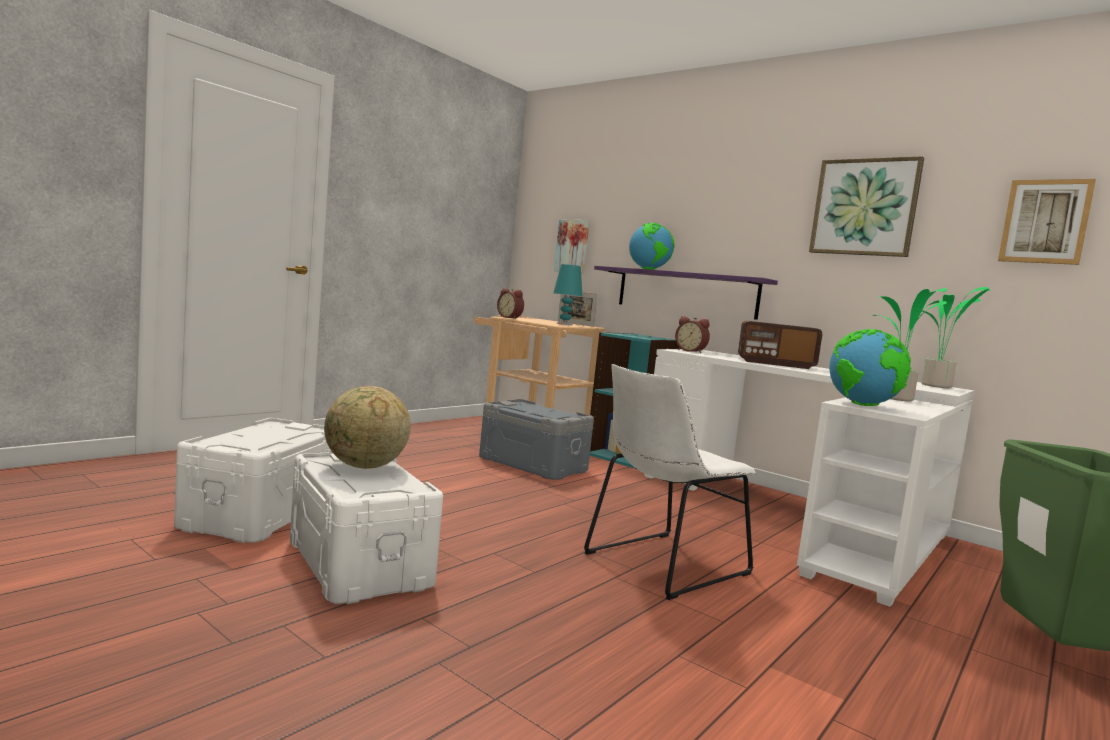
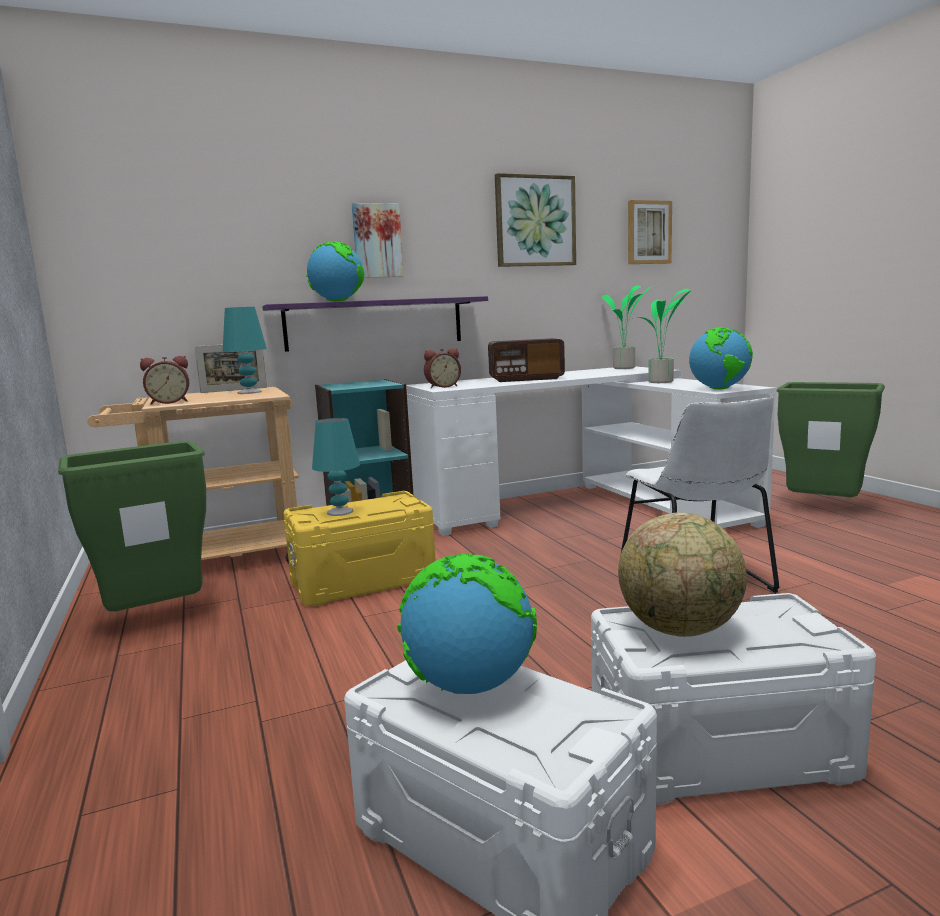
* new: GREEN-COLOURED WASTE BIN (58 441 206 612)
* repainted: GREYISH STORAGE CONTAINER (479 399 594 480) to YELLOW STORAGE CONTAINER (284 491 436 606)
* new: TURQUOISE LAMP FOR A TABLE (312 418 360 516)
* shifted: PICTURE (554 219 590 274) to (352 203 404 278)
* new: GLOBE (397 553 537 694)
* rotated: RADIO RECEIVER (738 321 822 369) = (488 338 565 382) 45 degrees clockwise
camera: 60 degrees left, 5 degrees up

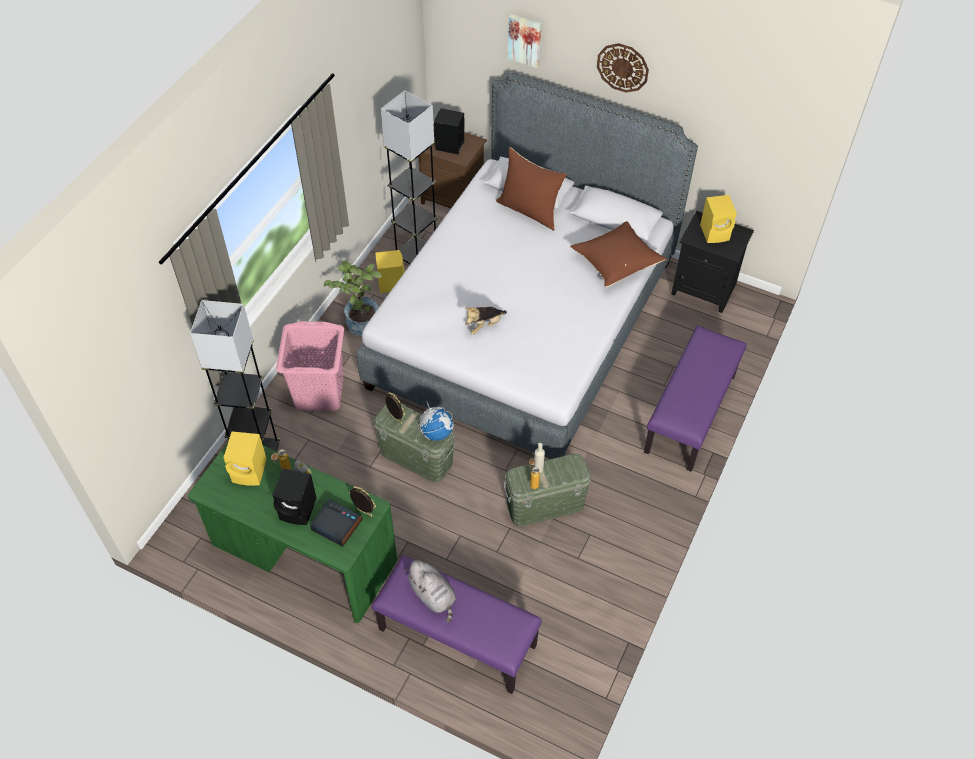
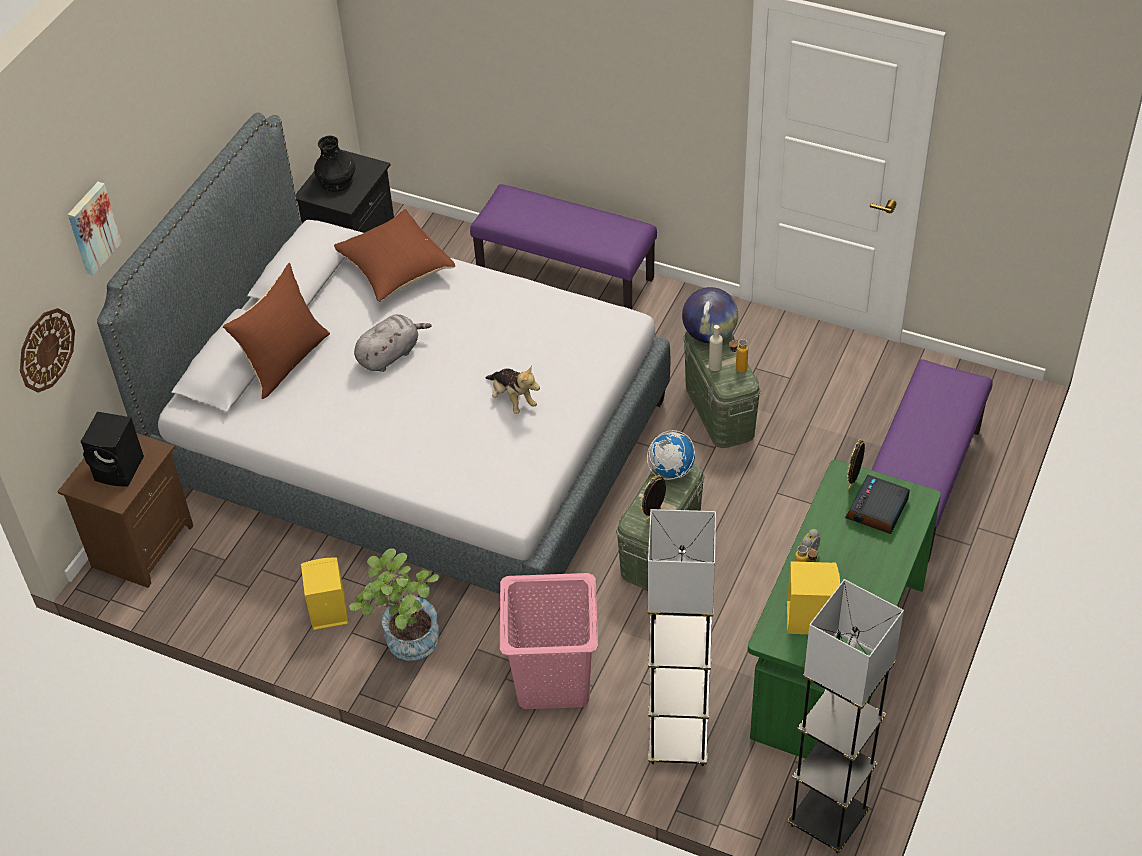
* shifted: CLOCK ON THE WALL (597 43 649 93) to (20 308 75 393)
* swapped: YELLOW SPEAKER (700 195 737 243) to BLACK-COLOURED VASE (314 136 355 192)
* shifted: GREYISH SOFT TOY (405 560 456 623) to (354 314 431 372)
* new: GLOBE (682 287 738 343)
* shifted: GREYISH STANDARD LAMP (381 90 438 264) to (787 579 904 853)
* gone: BLACK-COLOURED SPEAKER (272 468 316 525)
camera: 90 degrees left, 5 degrees down

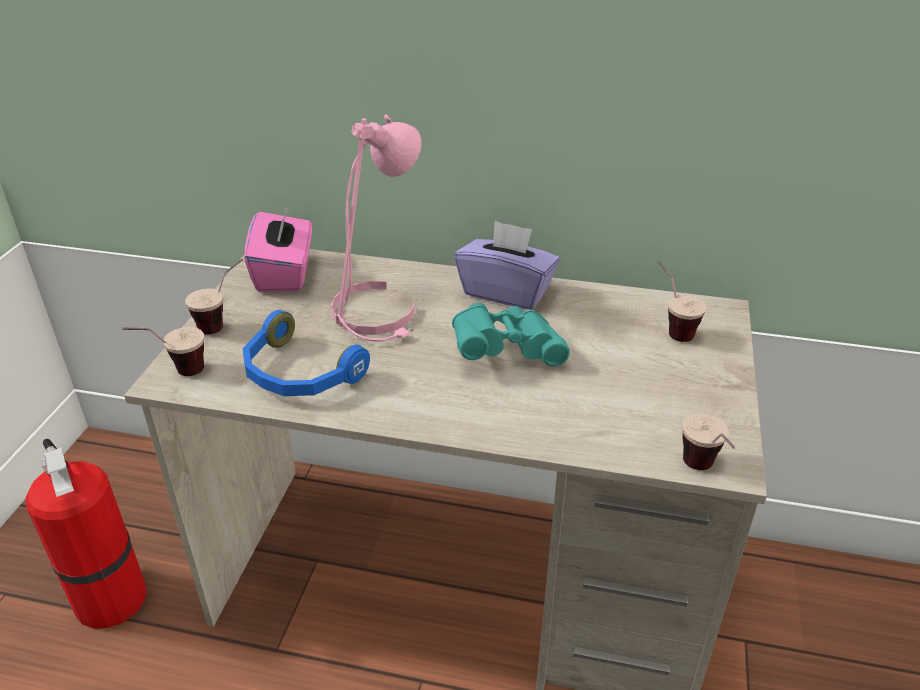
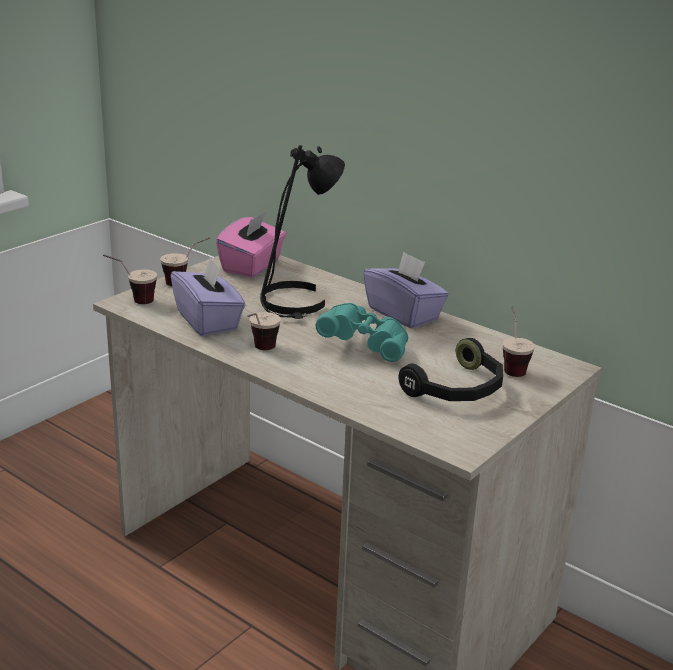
* swapped: BLUE-COLOURED HEADSET (243 310 370 396) to PURPLE TISSUE BOX (171 257 245 336)
* shifted: DRINKING CUP (682 413 735 470) to (247 312 281 350)
* repainted: PINKISH LAMP FOR A TABLE (331 114 421 342) to BLACK-COLOURED LAMP FOR A TABLE (260 145 345 319)
* new: BLACK-COLOURED HEADSET (398 338 503 401)
* gone: FIRE-FIGHTING CYLINDER (26 439 147 629)
camera: 25 degrees right, 10 degrees down

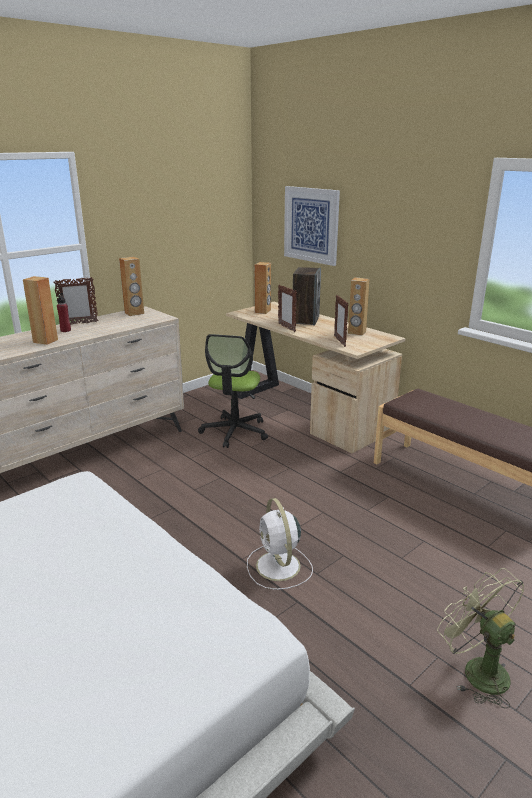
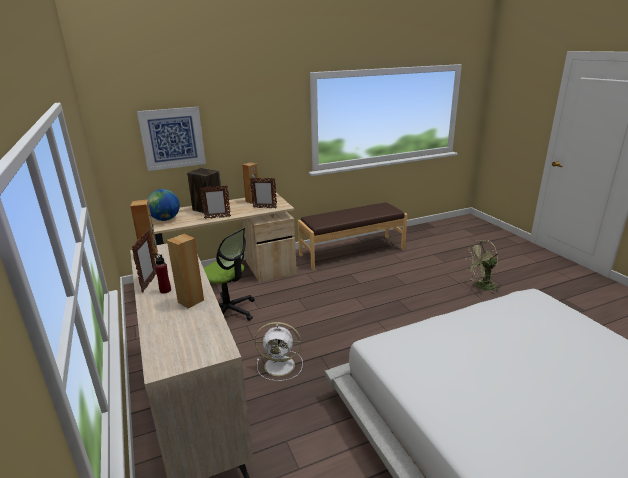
* swapped: BROWN SPEAKER (254 262 271 314) to GLOBE (148 189 180 221)
* shifted: WHITISH COOLING FAN (247 498 313 590) to (255 322 303 381)
camera: 70 degrees left, 0 degrees up

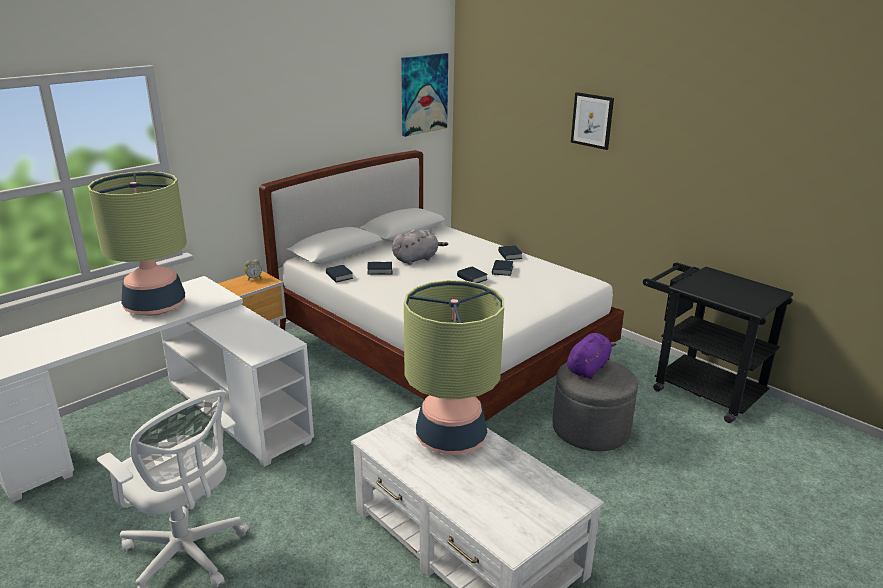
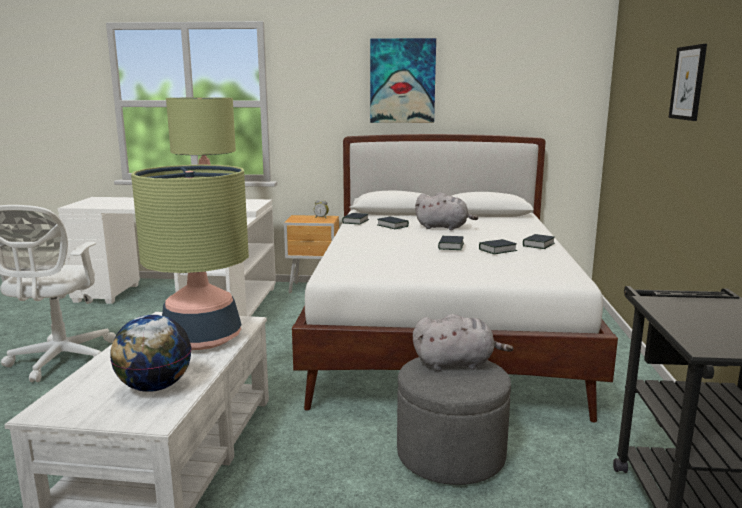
* new: GLOBE (110 314 191 392)
* shifted: PICTURE (401 53 448 137) to (370 38 436 123)
* repainted: PURPLE SOFT TOY (567 333 616 379) to GREYISH SOFT TOY (413 314 513 371)
camera: 50 degrees right, 10 degrees down

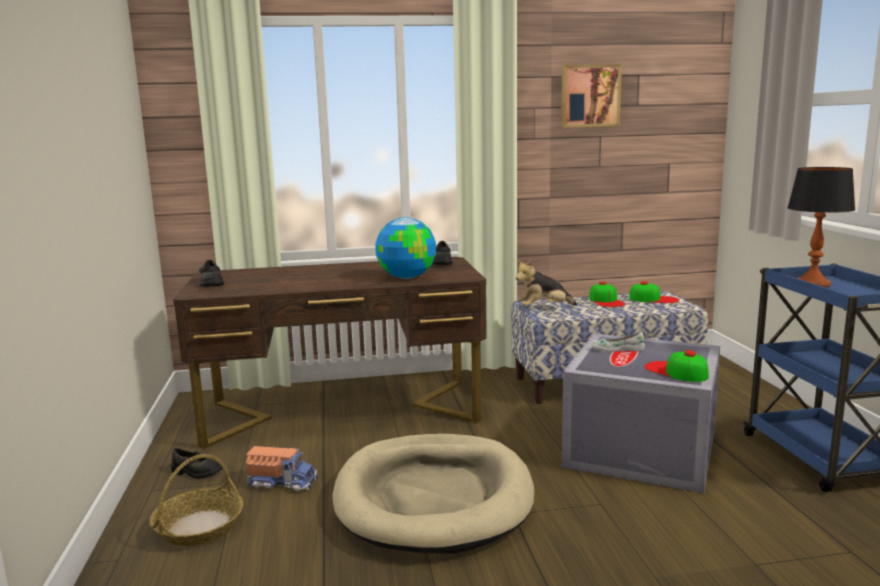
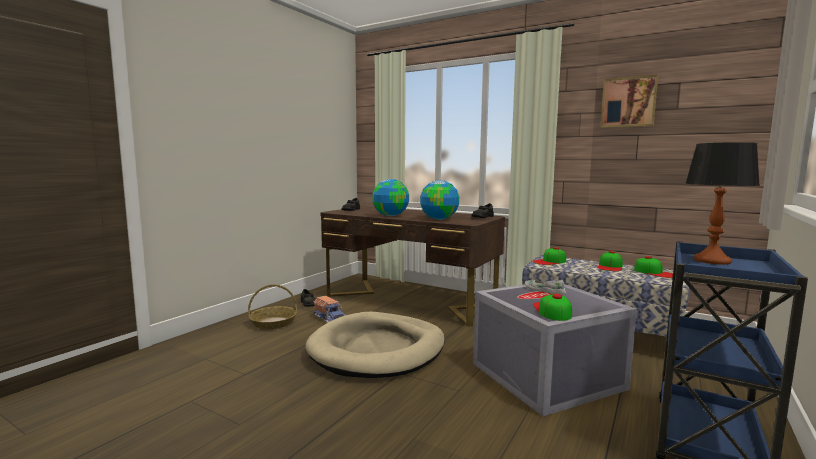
* new: GLOBE (372 179 409 216)
* swapped: SOFT TOY (516 260 578 306) to BASEBALL CAP (533 247 566 265)
camera: 40 degrees right, 5 degrees down

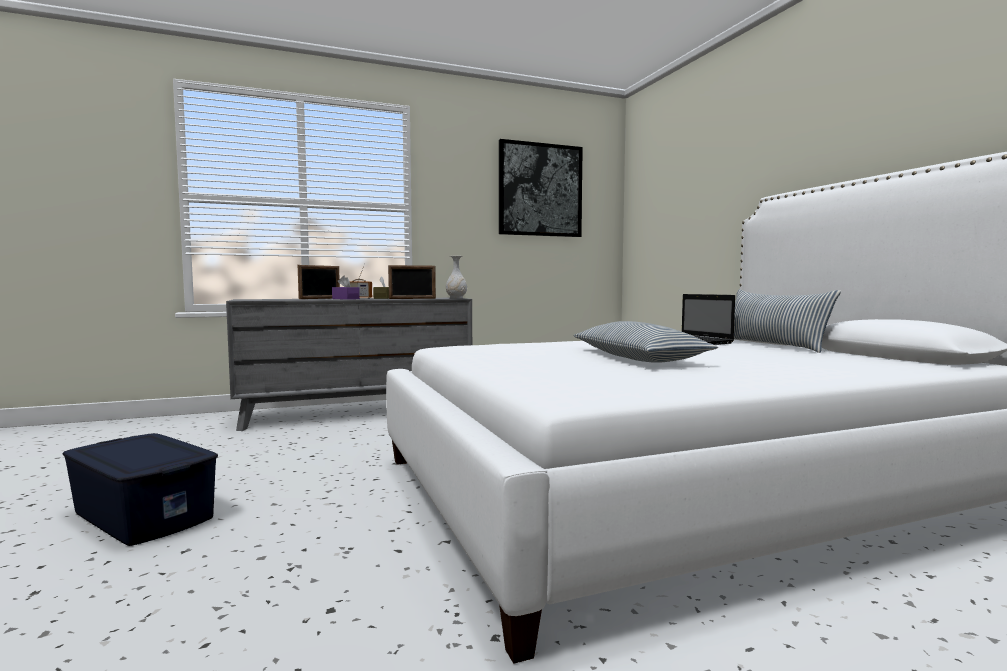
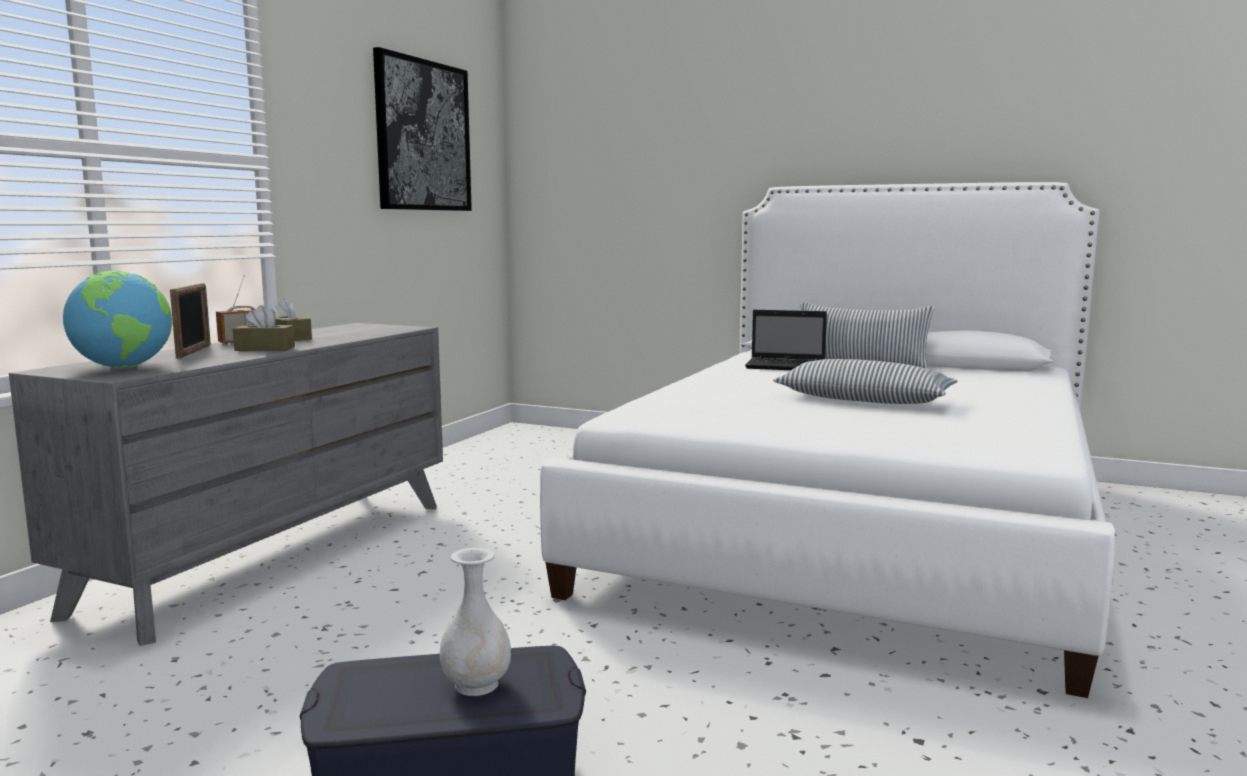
* new: GLOBE (63 271 172 368)
* repainted: PURPLE TISSUE BOX (332 276 360 300) to BROWN TISSUE BOX (233 305 295 351)
* shifted: WHITISH VASE (446 256 467 298) to (440 548 511 696)
* gone: PICTURE FRAME (388 265 436 299)
camera: 45 degrees left, 5 degrees up

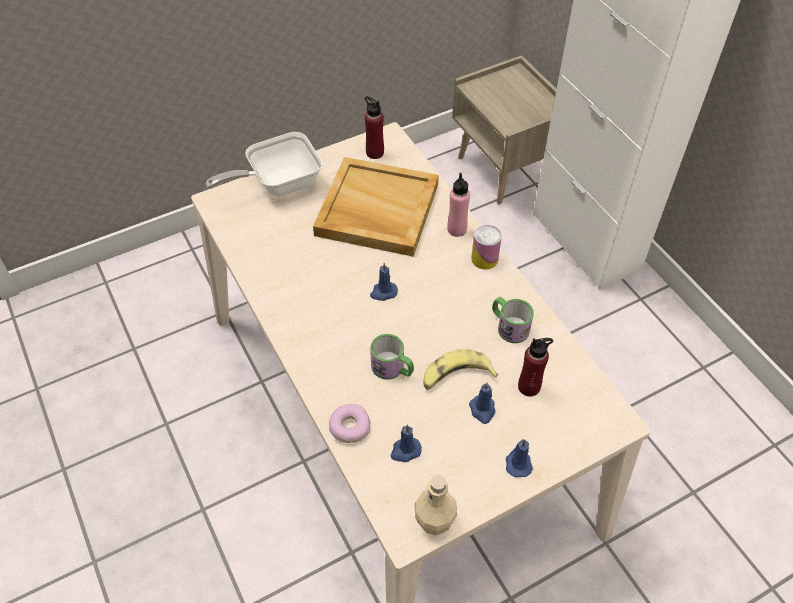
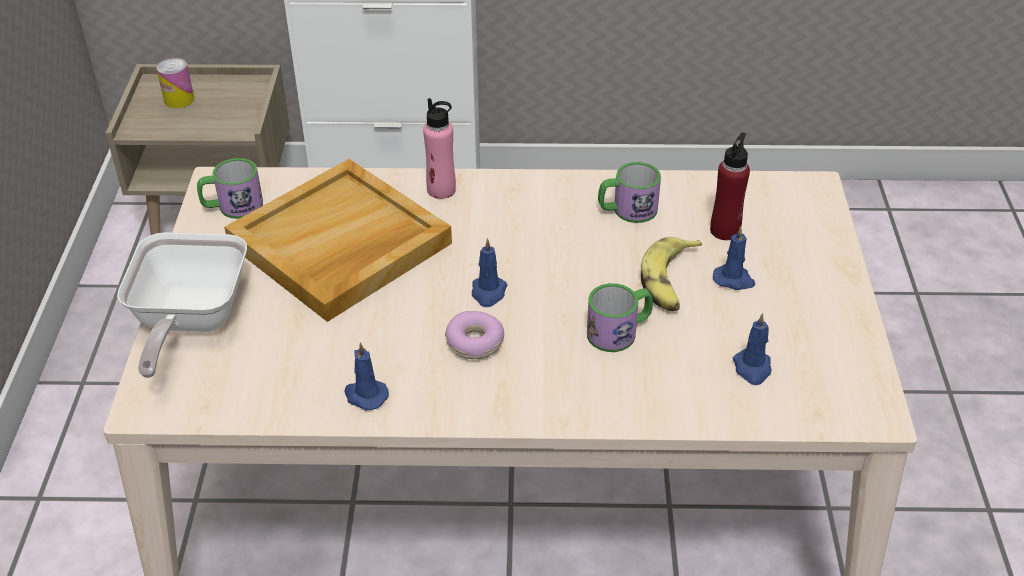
* shifted: CAN (471 225 502 270) to (156 58 194 108)
* swapped: REDDISH BEVERAGE BOTTLE (365 96 384 159) to COFFEE MUG (197 158 263 219)
* shifted: BLUE-COLOURED WAX CANDLE (506 439 533 477) to (345 342 389 410)
* shifted: DONUT (329 404 371 443) to (445 311 504 359)
* gone: BEIGE BEVERAGE BOTTLE (415 475 457 535)
camera: 60 degrees left, 10 degrees down

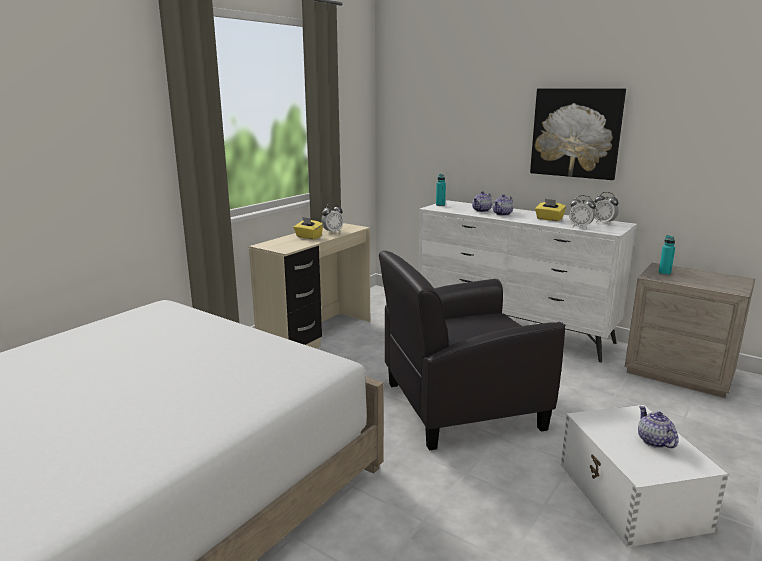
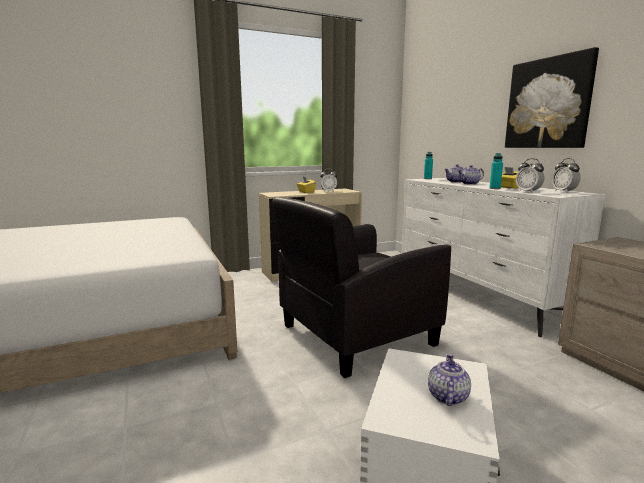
* rotated: BLACK-COLOURED EASY CHAIR (379 251 566 450) = (272 197 452 378) 45 degrees counterclockwise
* shifted: TURQUOISE BEVERAGE BOTTLE (658 235 675 275) to (489 153 503 189)
camera: 30 degrees right, 5 degrees down

